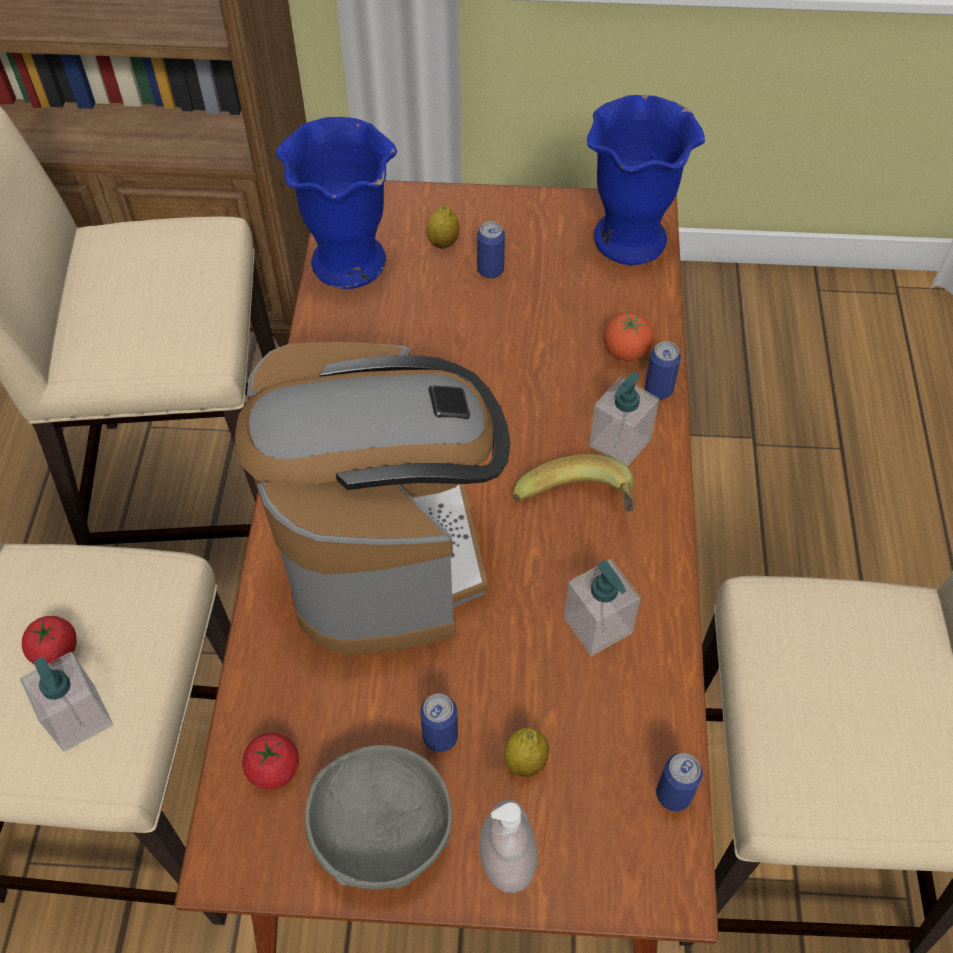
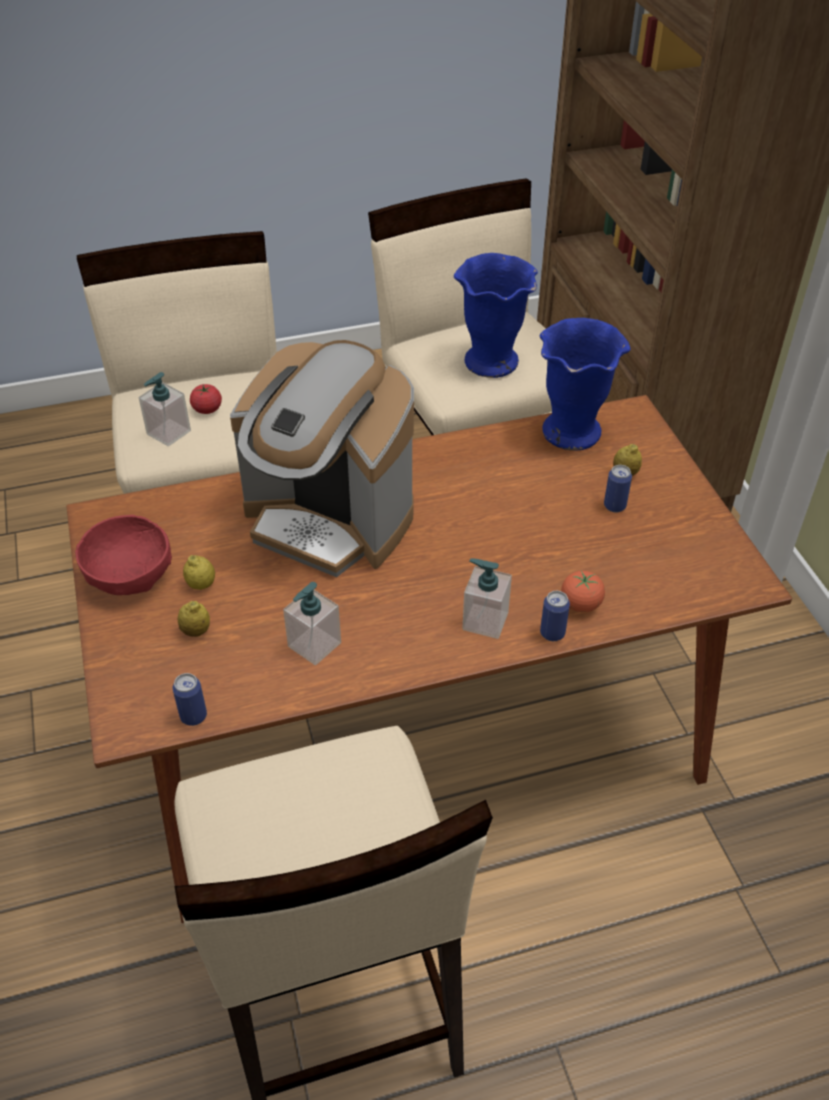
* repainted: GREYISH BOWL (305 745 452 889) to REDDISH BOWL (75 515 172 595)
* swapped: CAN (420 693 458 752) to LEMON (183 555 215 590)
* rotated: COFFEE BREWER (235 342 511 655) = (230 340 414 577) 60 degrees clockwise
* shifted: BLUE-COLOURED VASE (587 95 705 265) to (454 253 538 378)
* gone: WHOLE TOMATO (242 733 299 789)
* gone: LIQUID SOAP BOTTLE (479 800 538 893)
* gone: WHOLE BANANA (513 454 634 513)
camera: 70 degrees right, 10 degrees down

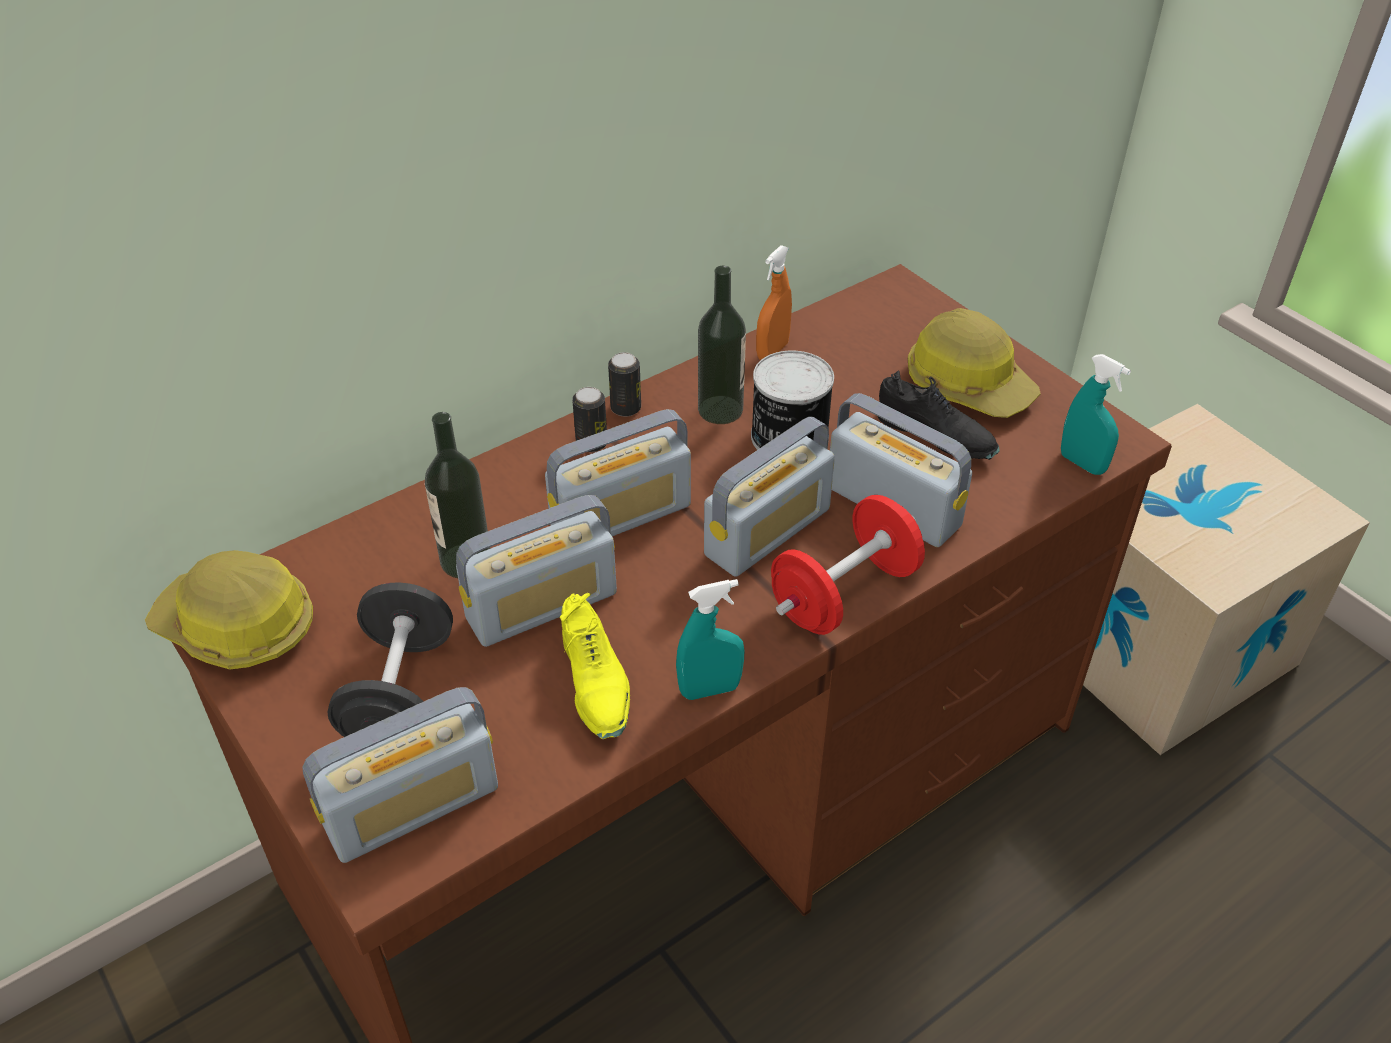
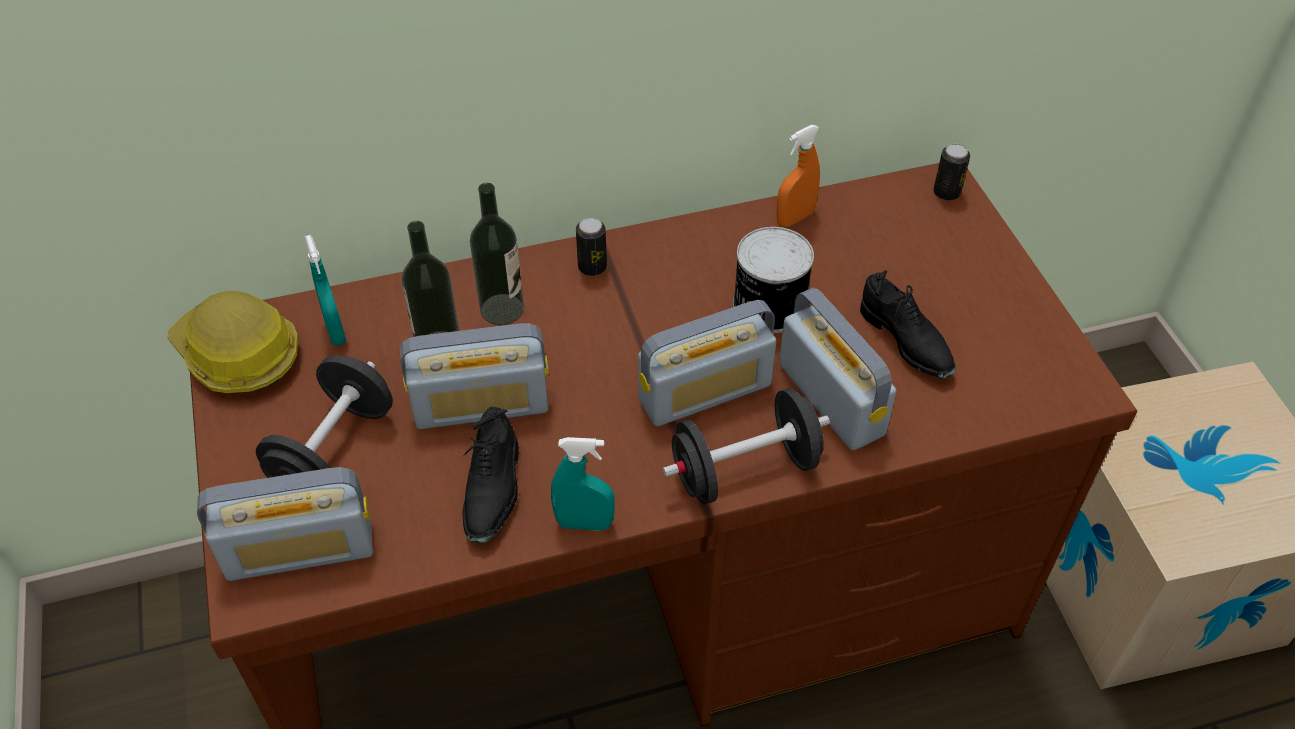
* shifted: TURQUOISE SPRAYER (1061 354 1131 475) to (305 235 346 346)
* repainted: YELLOW ITEM OF FOOTWEAR (560 593 630 739) to BLACK-COLOURED ITEM OF FOOTWEAR (463 406 519 543)
* shifted: BEVERAGE BOTTLE (698 266 746 424) to (470 183 524 325)
* repainted: REDDISH DUMBBELL (771 495 925 635) to BLACK-COLOURED DUMBBELL (663 388 830 504)
* shifted: CAN (608 352 641 417) to (933 144 970 201)
* gone: RADIO RECEIVER (545 409 691 536)
* gone: HARD HAT (908 308 1041 418)
camera: 20 degrees right, 5 degrees up

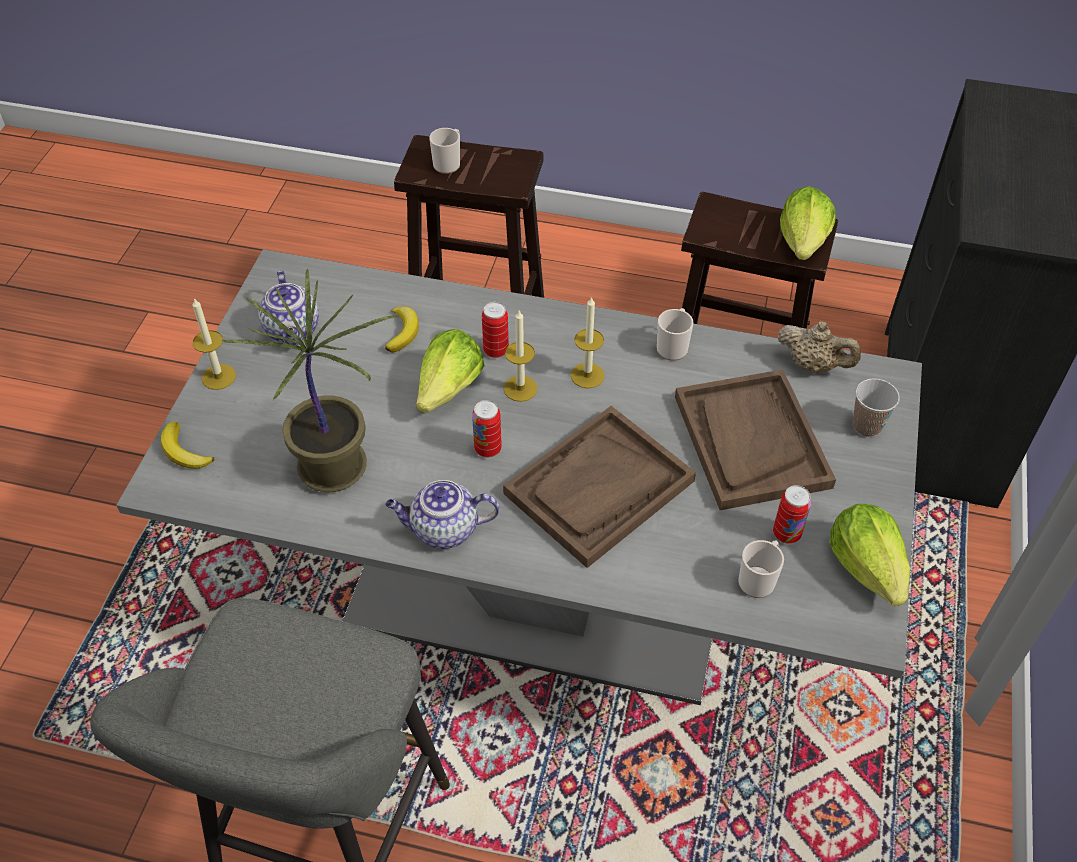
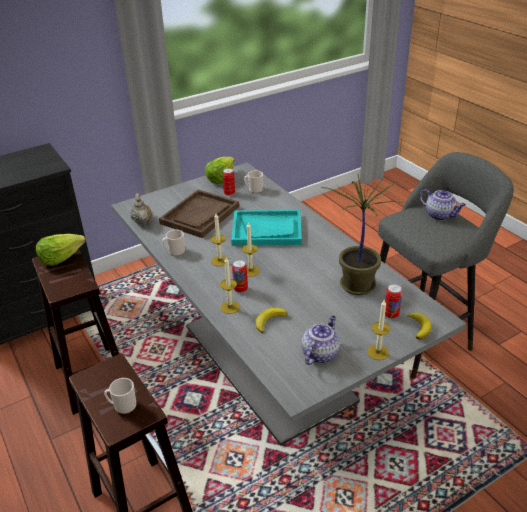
* new: WAX CANDLE (220 257 240 314)
* repainted: BROWN CARRYING TRAY (503 406 696 568) to TURQUOISE CARRYING TRAY (231 210 302 246)
* shifted: CAN (472 400 502 458) to (385 284 402 319)
* shifted: POT FOR TEA (385 480 499 549) to (419 189 466 220)
* gone: HEAD OF LETTUCE (416 329 485 413)
* gone: DRINKING CUP (853 378 900 437)
camera: 135 degrees left, 15 degrees down

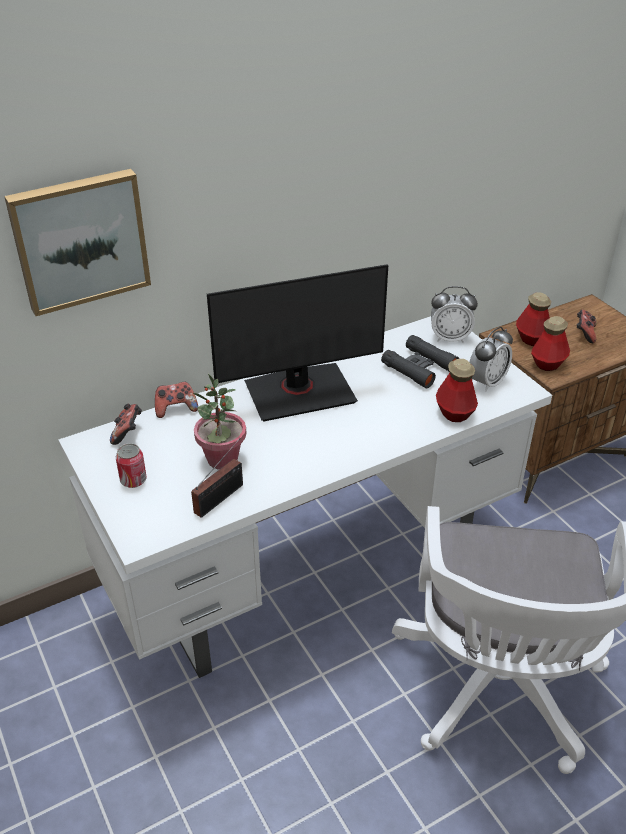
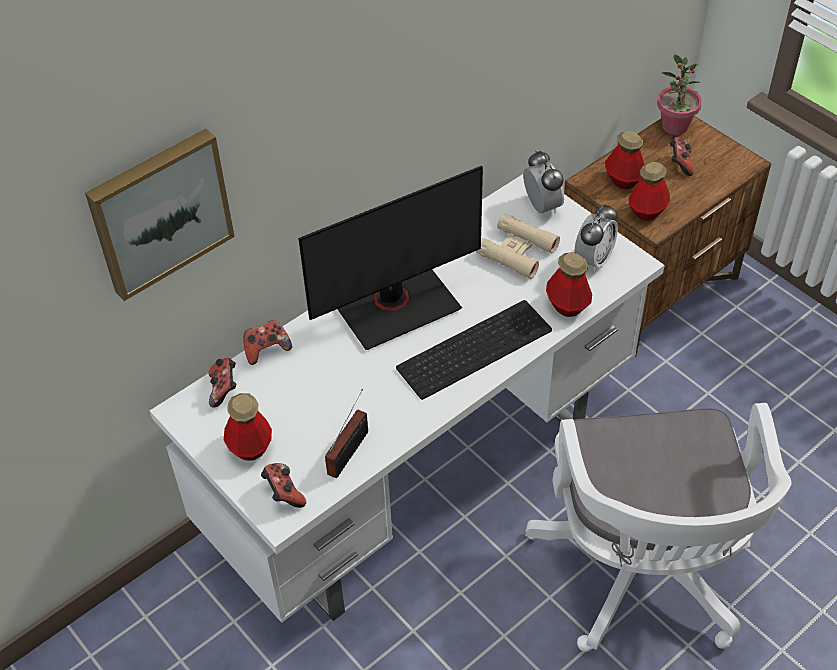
* swapped: CAN (116 443 147 488) to BEVERAGE BOTTLE (224 393 272 461)
* new: JOYPAD (261 463 306 508)
* new: PC KEYBOARD (396 300 552 400)
* repainted: BLACK-COLOURED BINOCULARS (381 335 459 388) to BEIGE BINOCULARS (476 214 560 279)
* rotated: TABLE CLOCK (431 286 478 343) = (523 150 564 214) 105 degrees counterclockwise
* shifted: HOUSEPLANT (193 374 247 469) to (657 54 702 135)
camera: 10 degrees left, 10 degrees up

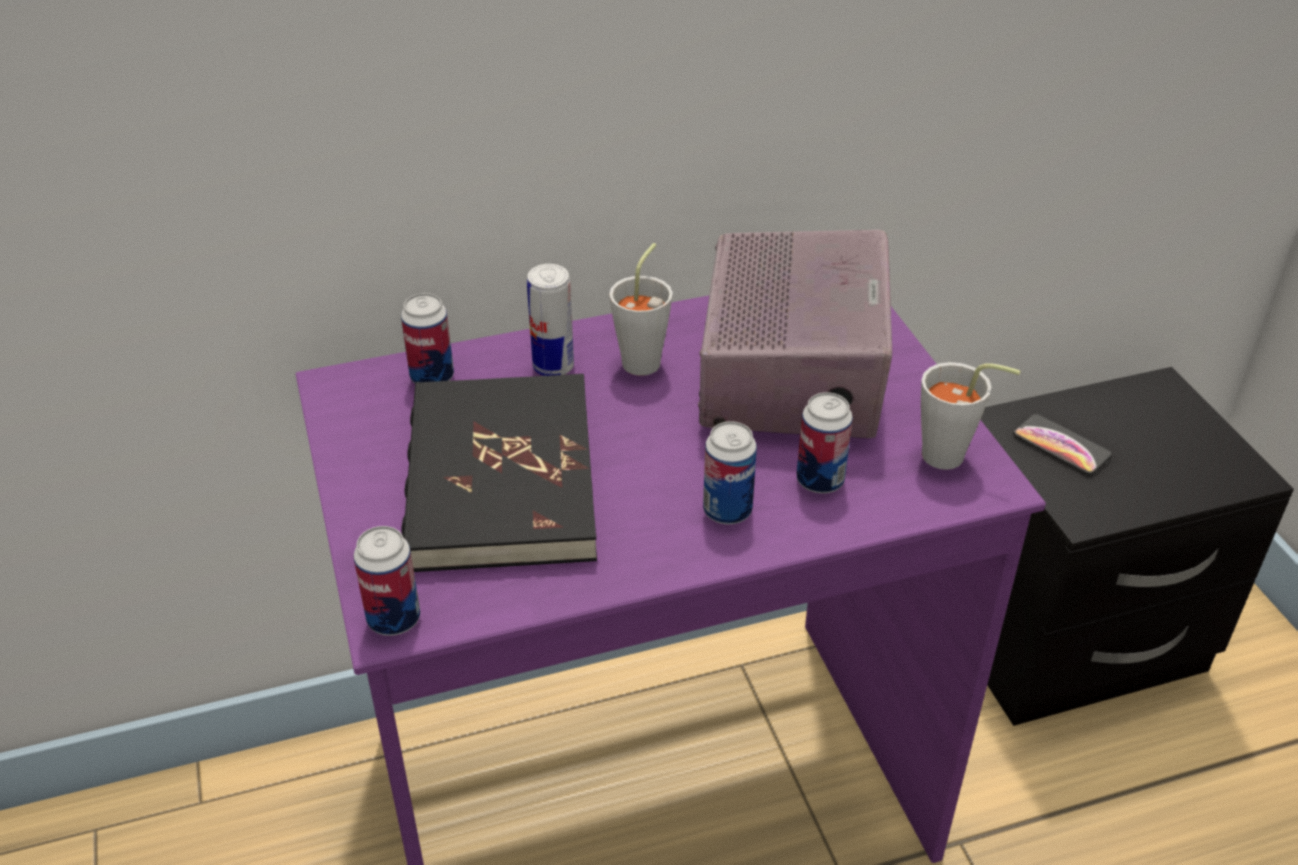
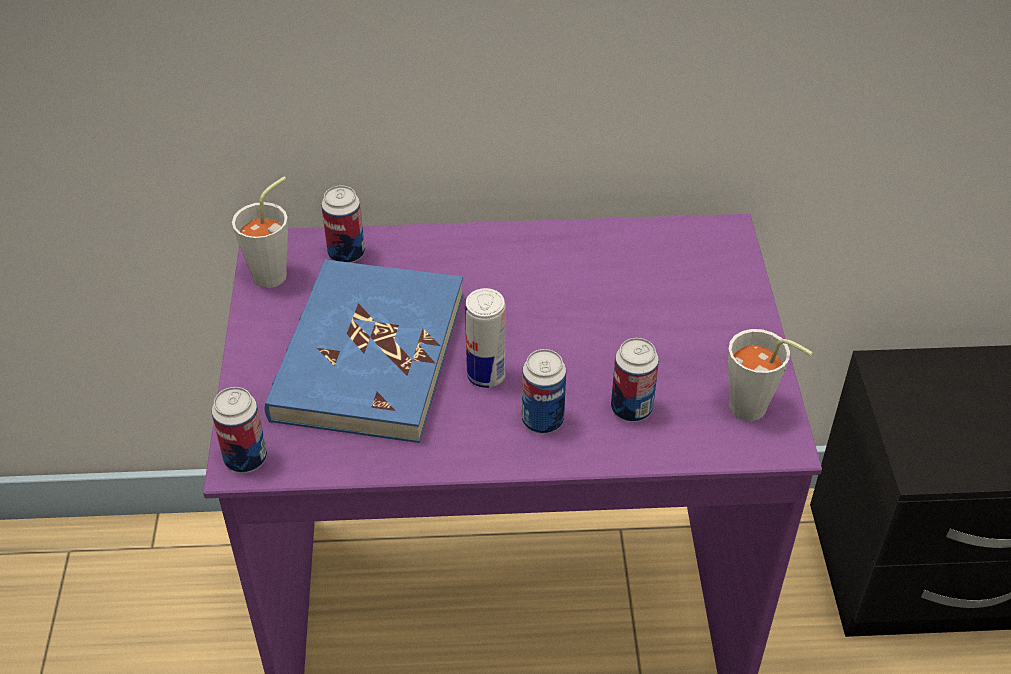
* shifted: GREYISH DRINKING CUP (609 243 673 376) to (232 177 288 288)
* repainted: BLACK-COLOURED BOOK (401 374 597 572) to BLUE-COLOURED BOOK (265 259 463 443)
* shifted: CAN (527 264 574 376) to (465 288 506 388)
* gone: RADIO RECEIVER (698 230 892 438)
* gone: HANDSET (1013 414 1112 475)
camera: 15 degrees right, 5 degrees up

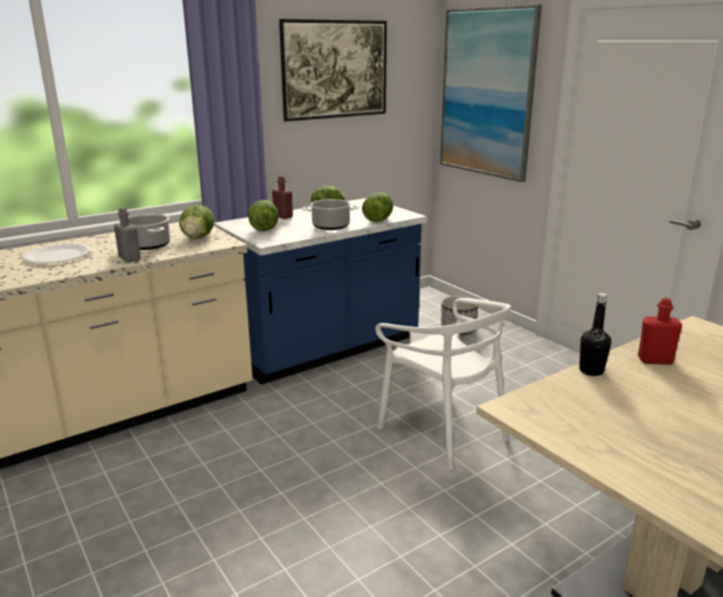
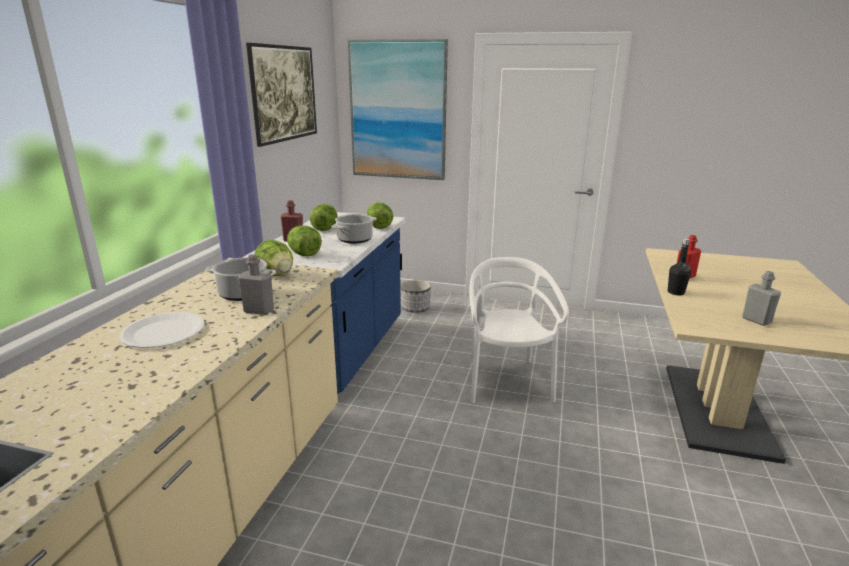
* rotated: WHITISH PLAIN CHAIR (375 298 511 470) = (469 257 569 403) 105 degrees counterclockwise
* new: GREYISH BEVERAGE BOTTLE (742 271 781 326)
camera: 40 degrees left, 0 degrees up

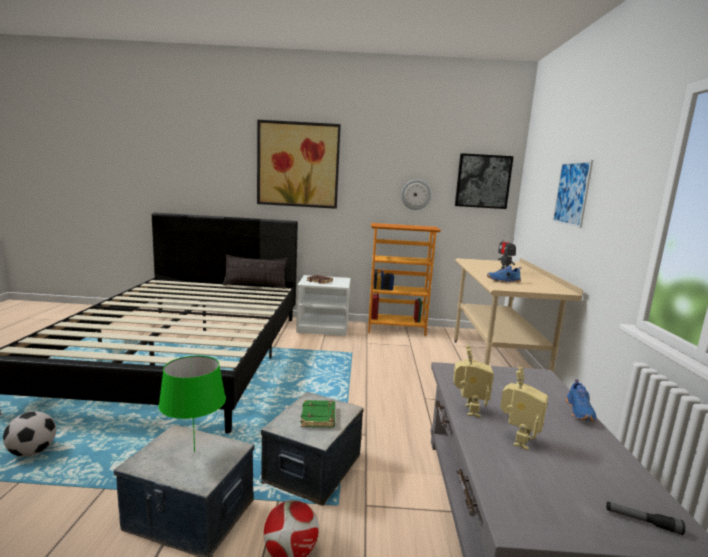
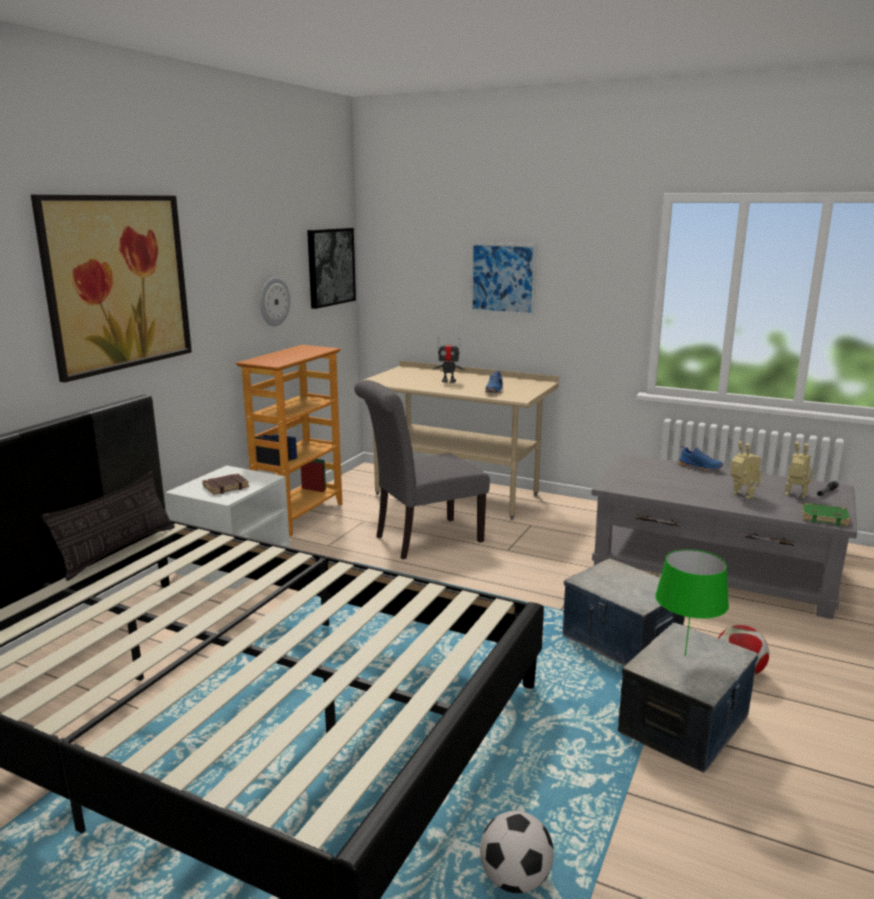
* new: GREYISH PLAIN CHAIR (354 380 490 560)
* shifted: ROBOT FIGURE (453 346 494 417) to (785 442 812 498)
* shifted: GREEN-COLOURED BOOK (301 400 335 428) to (802 503 850 526)
camera: 65 degrees left, 5 degrees up

